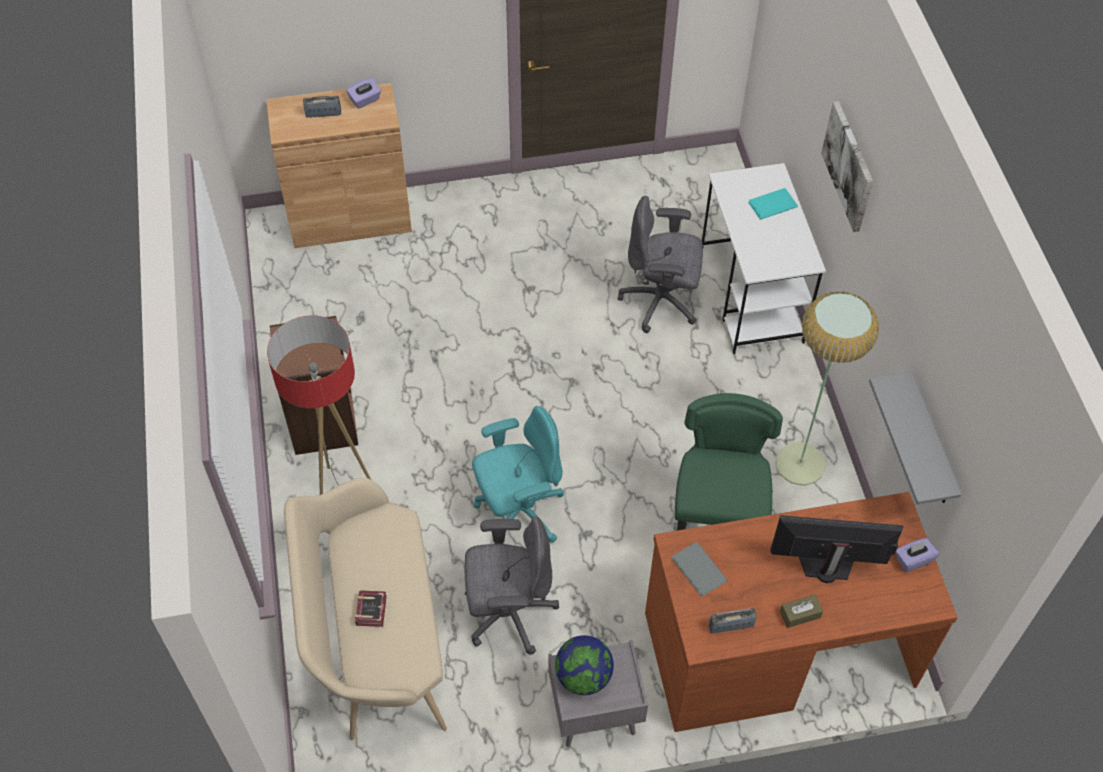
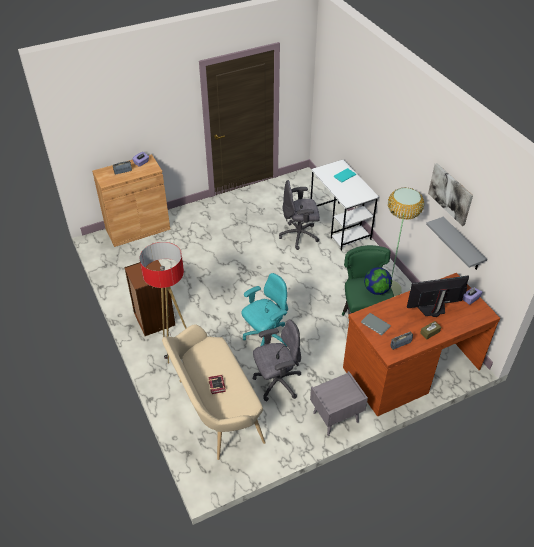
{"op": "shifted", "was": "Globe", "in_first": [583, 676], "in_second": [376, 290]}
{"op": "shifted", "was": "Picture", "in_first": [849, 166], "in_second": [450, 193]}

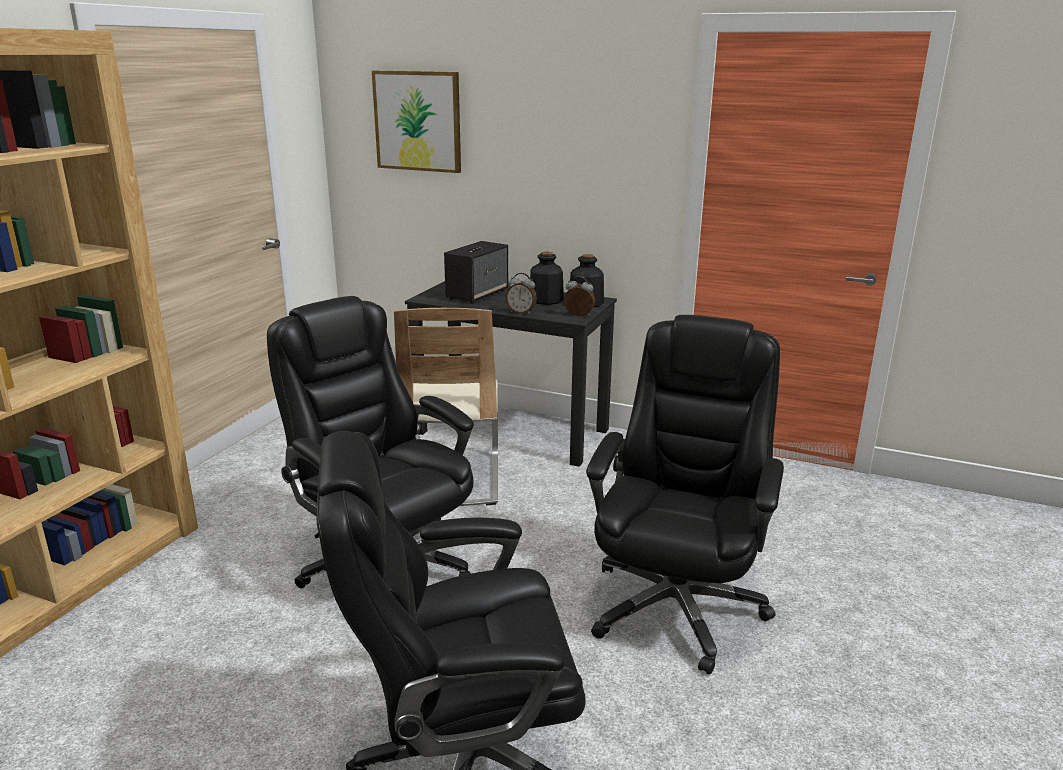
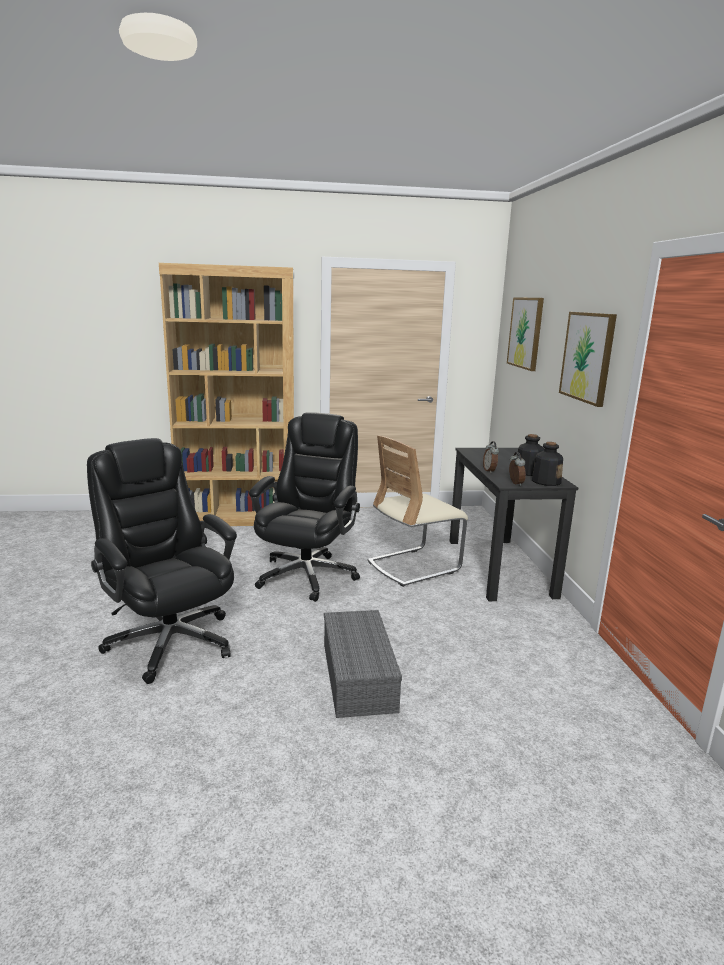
{"op": "gone", "was": "Speaker", "in_first": [477, 294]}
{"op": "swapped", "was": "BlackOfficeChair", "now": "GreyStorageBox", "in_first": [676, 605], "in_second": [360, 677]}
{"op": "new", "now": "Picture", "in_second": [587, 357]}

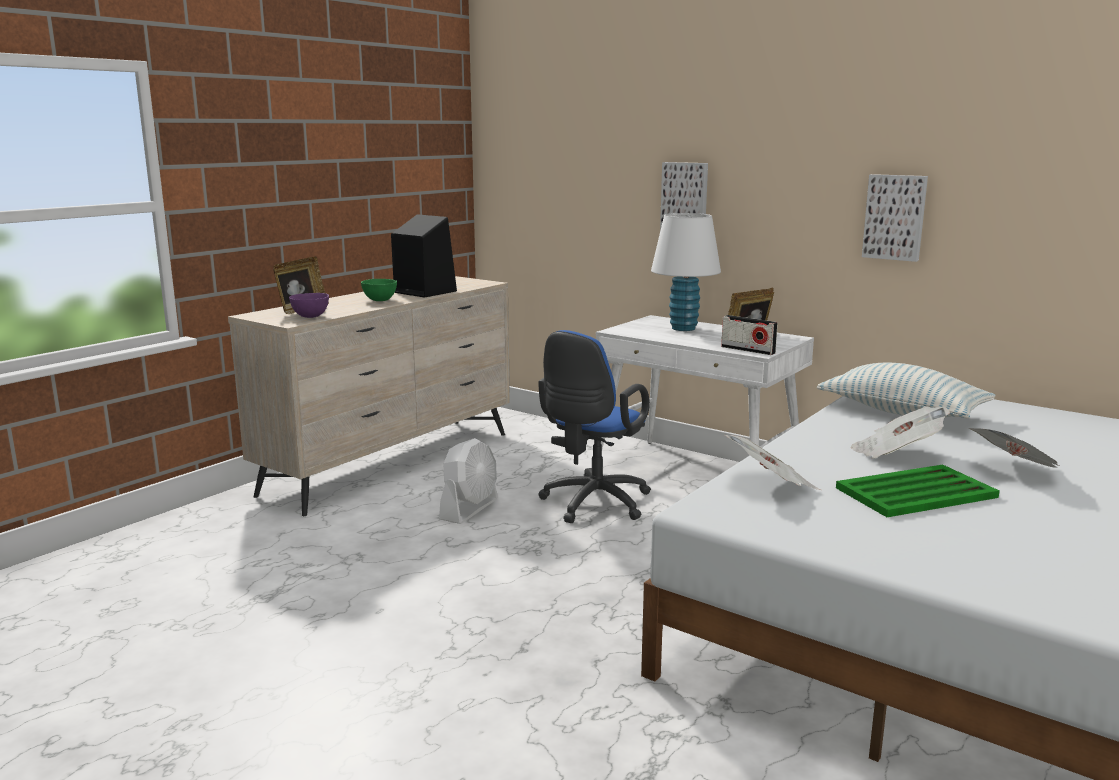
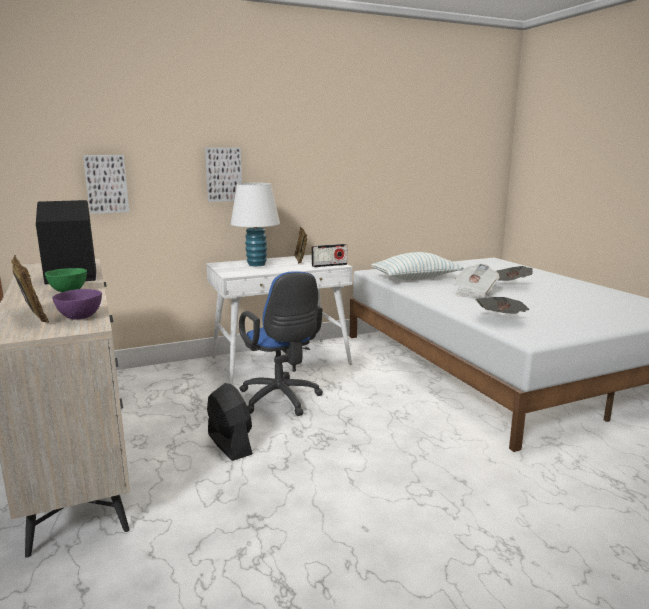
{"op": "repainted", "was": "WhiteFan", "now": "BlackFan", "in_first": [469, 509], "in_second": [229, 444]}
{"op": "gone", "was": "GreenTray", "in_first": [917, 492]}
{"op": "shifted", "was": "Picture", "in_first": [895, 217], "in_second": [106, 184]}

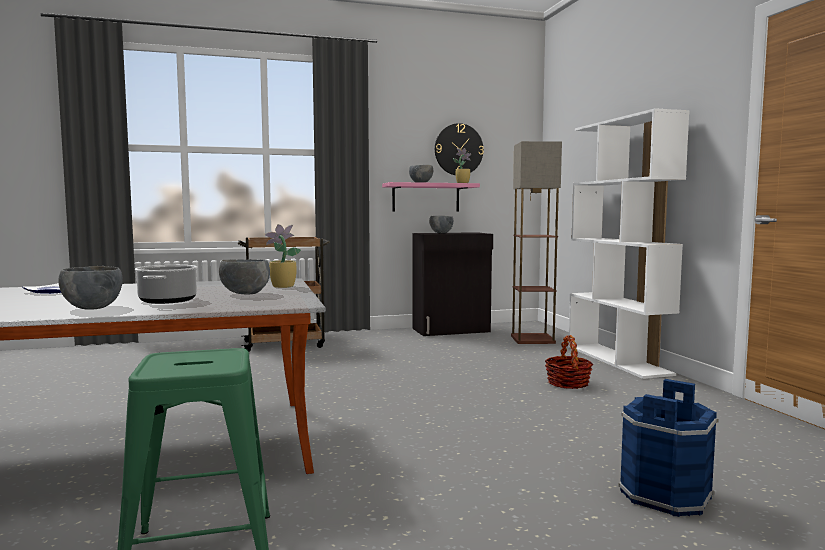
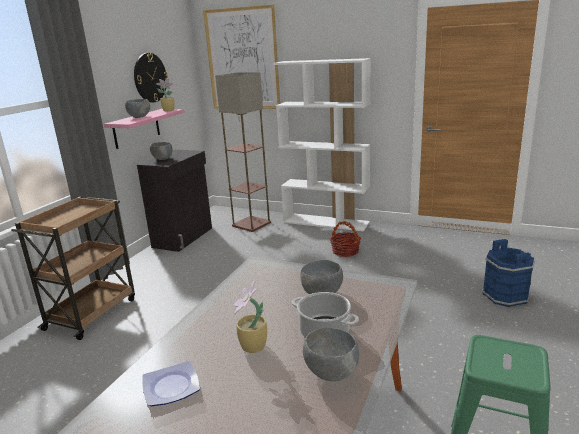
{"op": "shifted", "was": "PottedPlant", "in_first": [282, 286], "in_second": [253, 347]}
{"op": "new", "now": "Picture", "in_second": [242, 59]}

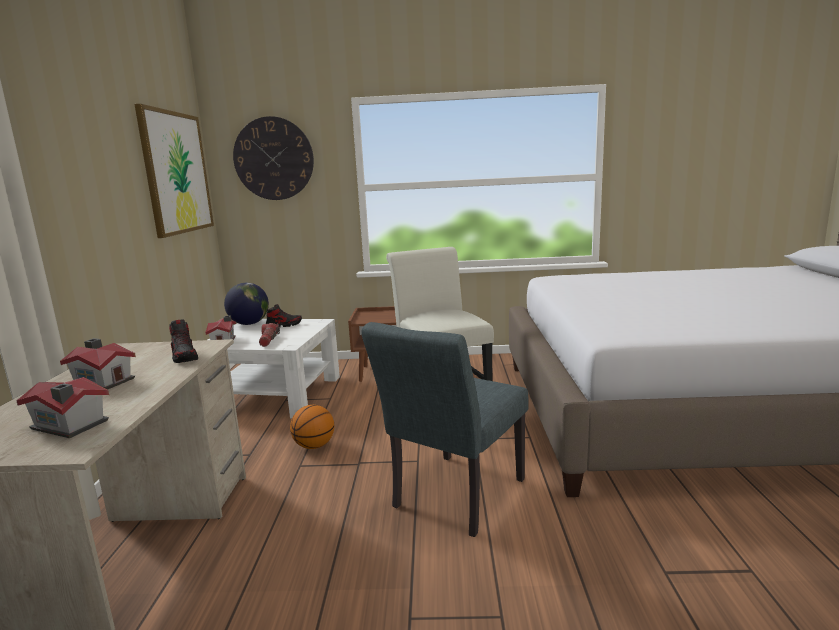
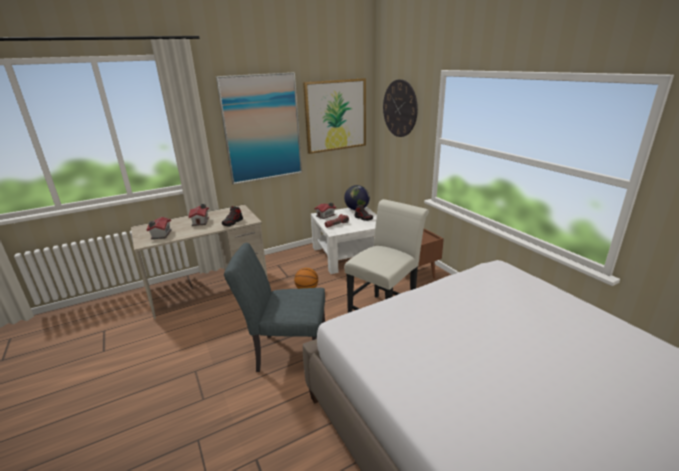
{"op": "new", "now": "Picture", "in_second": [262, 128]}

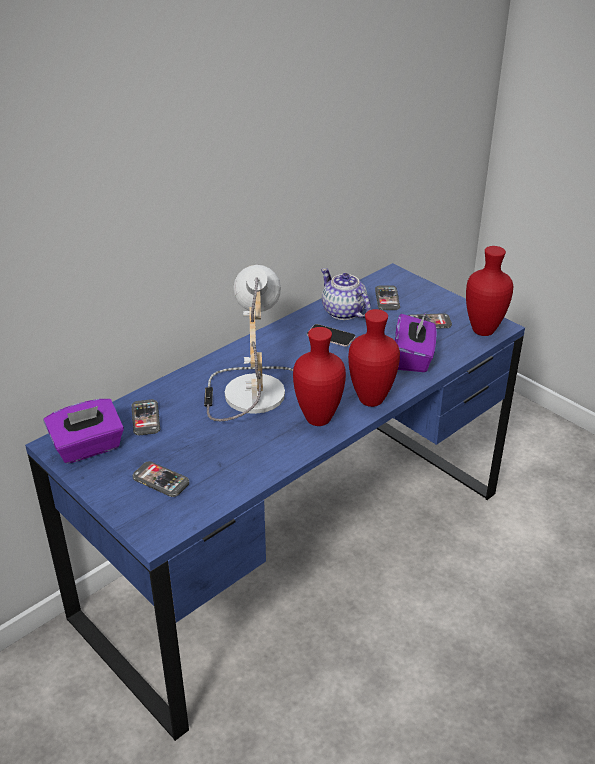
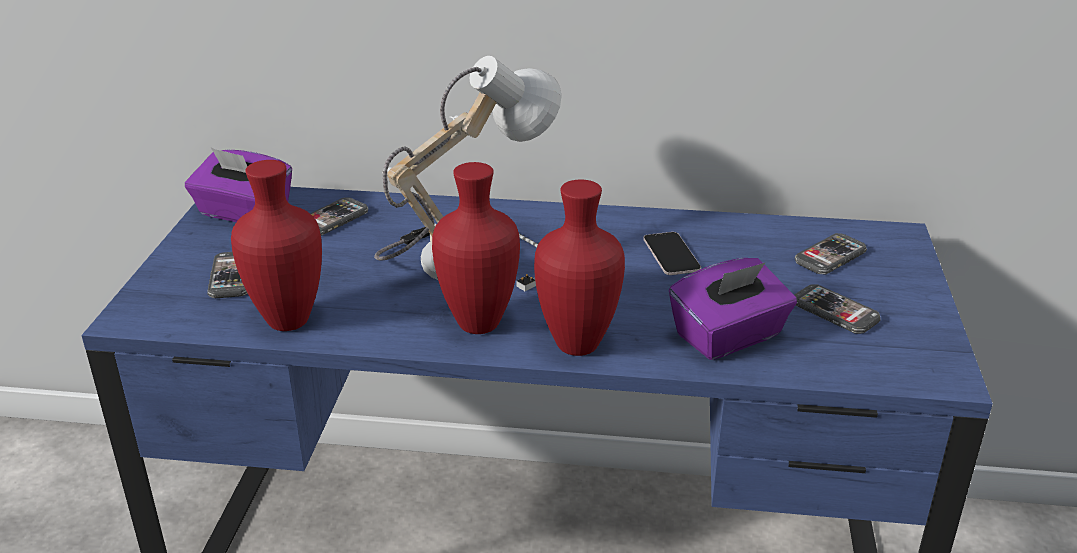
{"op": "gone", "was": "Teapot", "in_first": [343, 312]}
{"op": "shifted", "was": "RedVase", "in_first": [484, 331], "in_second": [288, 323]}

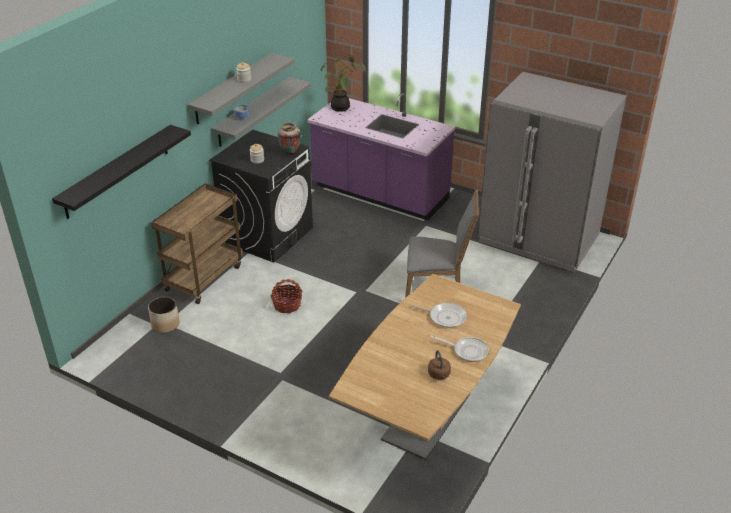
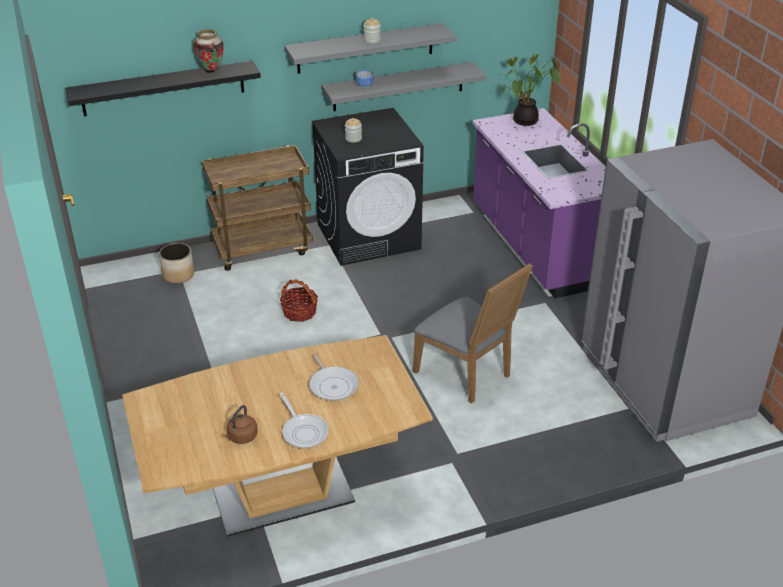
{"op": "shifted", "was": "Vase", "in_first": [290, 154], "in_second": [211, 72]}

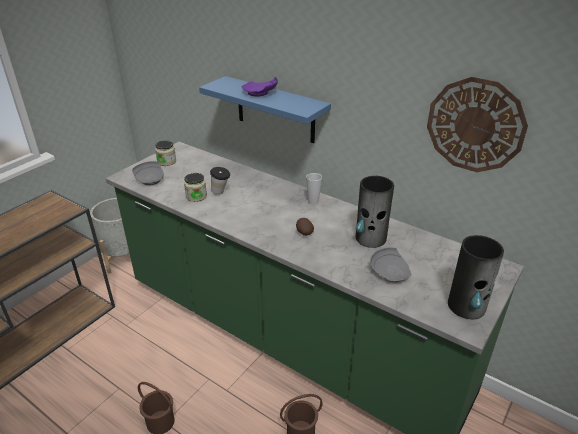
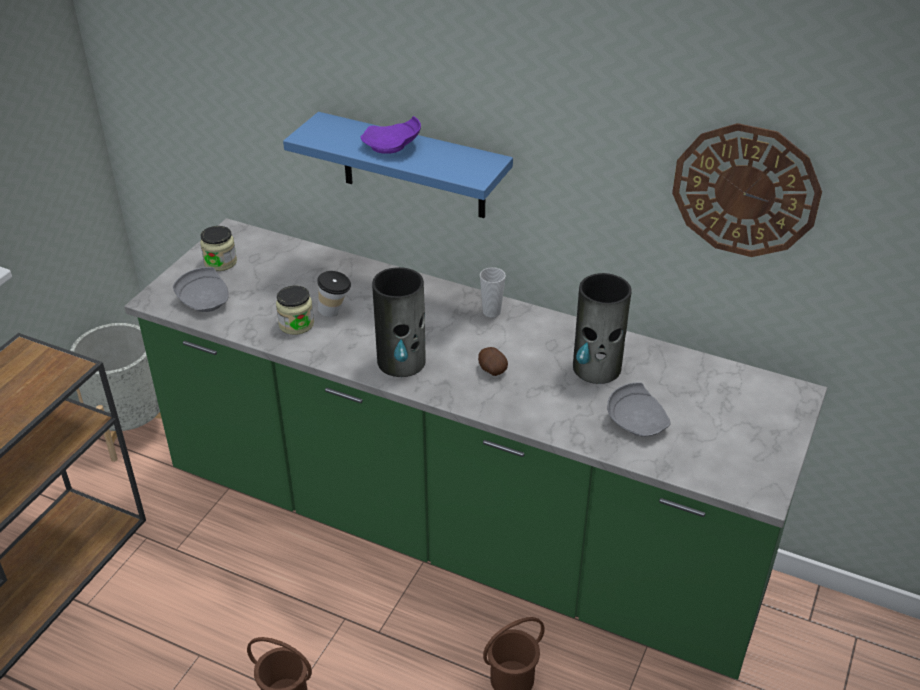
{"op": "shifted", "was": "Vase", "in_first": [467, 306], "in_second": [402, 361]}

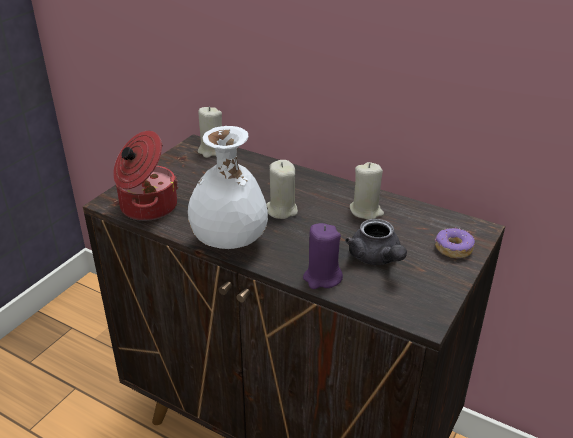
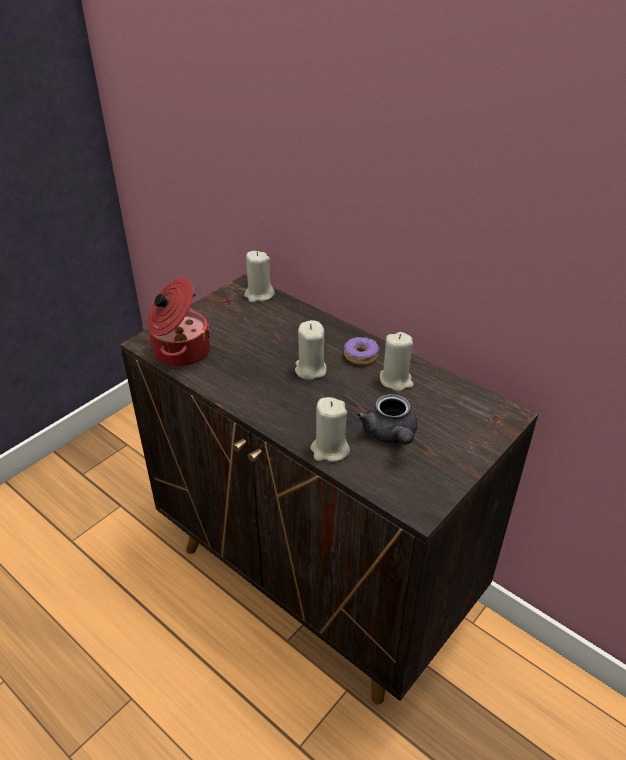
{"op": "gone", "was": "WhiteVase", "in_first": [229, 243]}
{"op": "repainted", "was": "PurpleCandle", "now": "BeigeCandle", "in_first": [322, 278], "in_second": [329, 450]}
{"op": "shifted", "was": "Donut", "in_first": [453, 248], "in_second": [360, 356]}

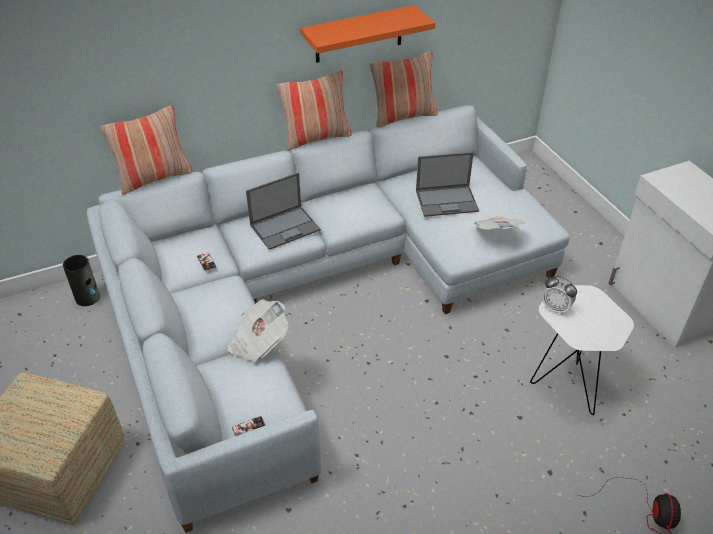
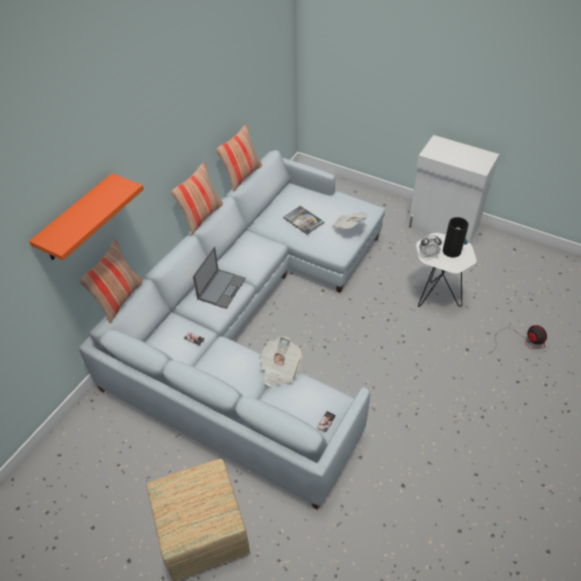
{"op": "shifted", "was": "Vase", "in_first": [88, 297], "in_second": [452, 250]}
{"op": "shifted", "was": "OrangeShelf", "in_first": [359, 34], "in_second": [77, 219]}
{"op": "swapped", "was": "Laptop", "now": "Book", "in_first": [447, 201], "in_second": [303, 220]}

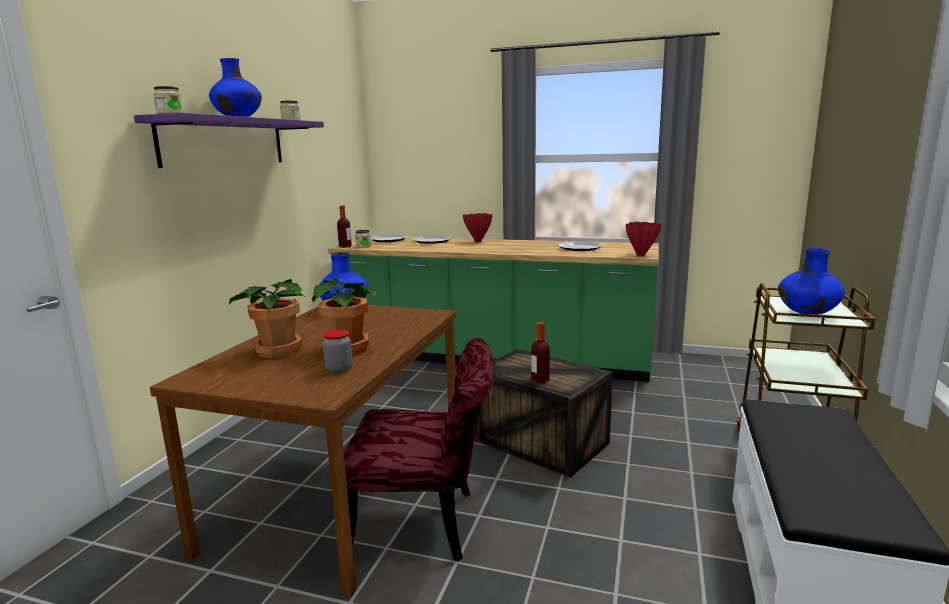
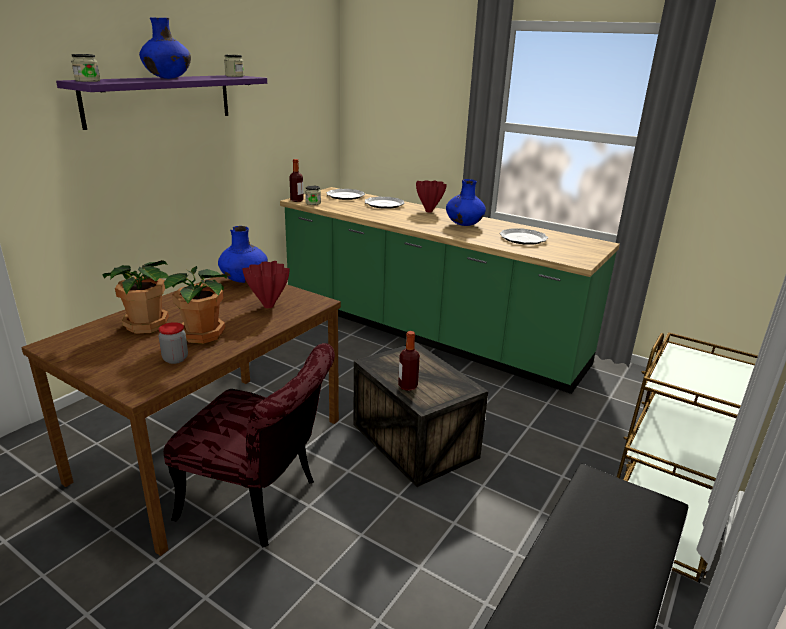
{"op": "shifted", "was": "RedVase", "in_first": [641, 255], "in_second": [268, 306]}
{"op": "shifted", "was": "BlueVase", "in_first": [806, 313], "in_second": [463, 225]}

